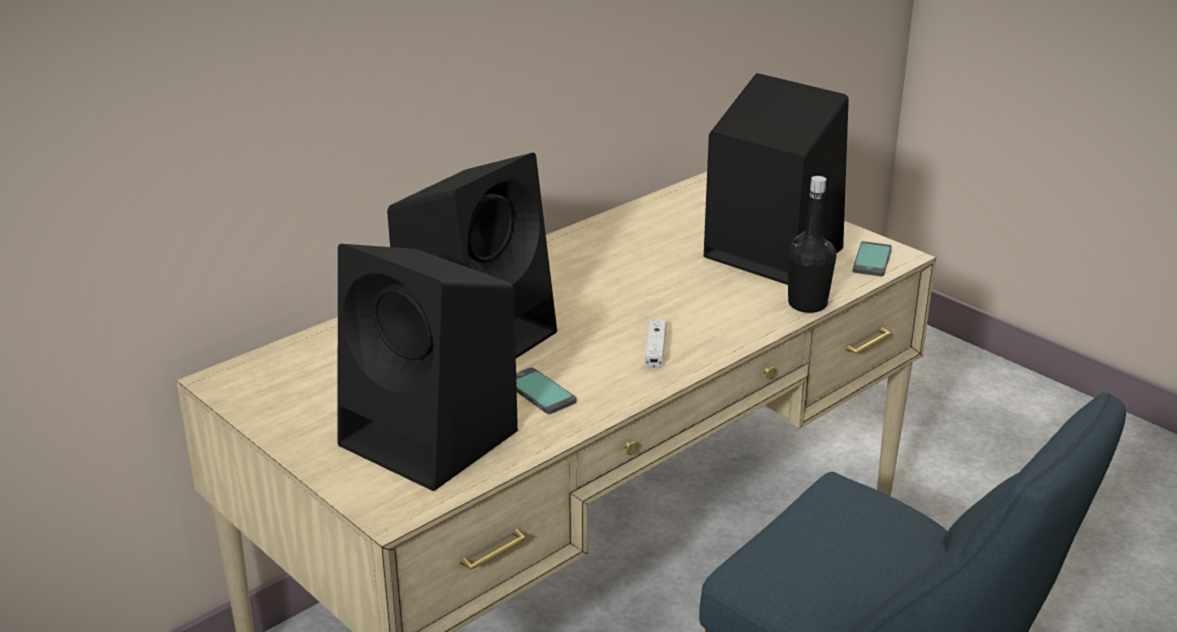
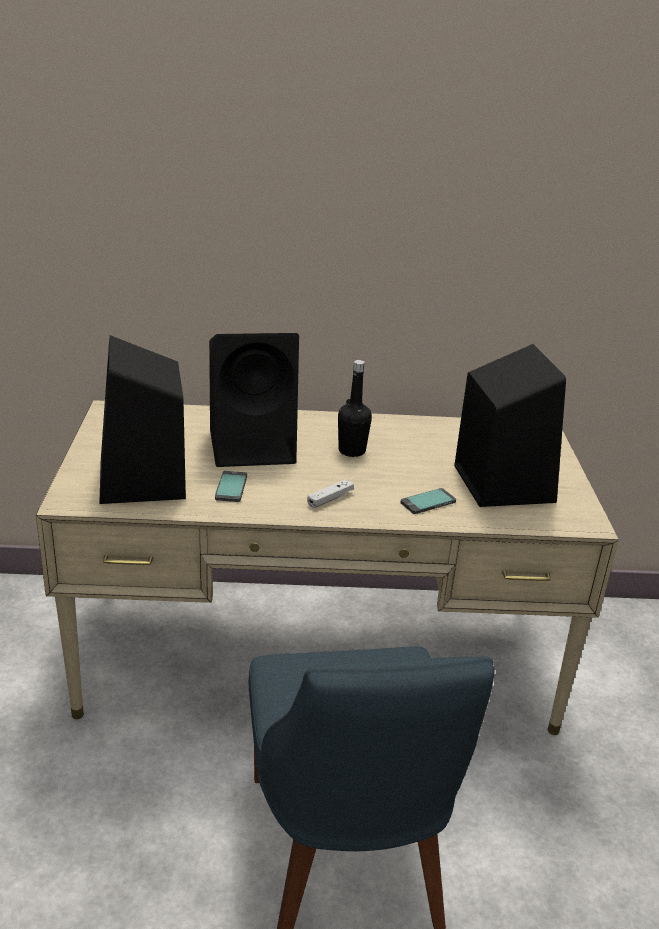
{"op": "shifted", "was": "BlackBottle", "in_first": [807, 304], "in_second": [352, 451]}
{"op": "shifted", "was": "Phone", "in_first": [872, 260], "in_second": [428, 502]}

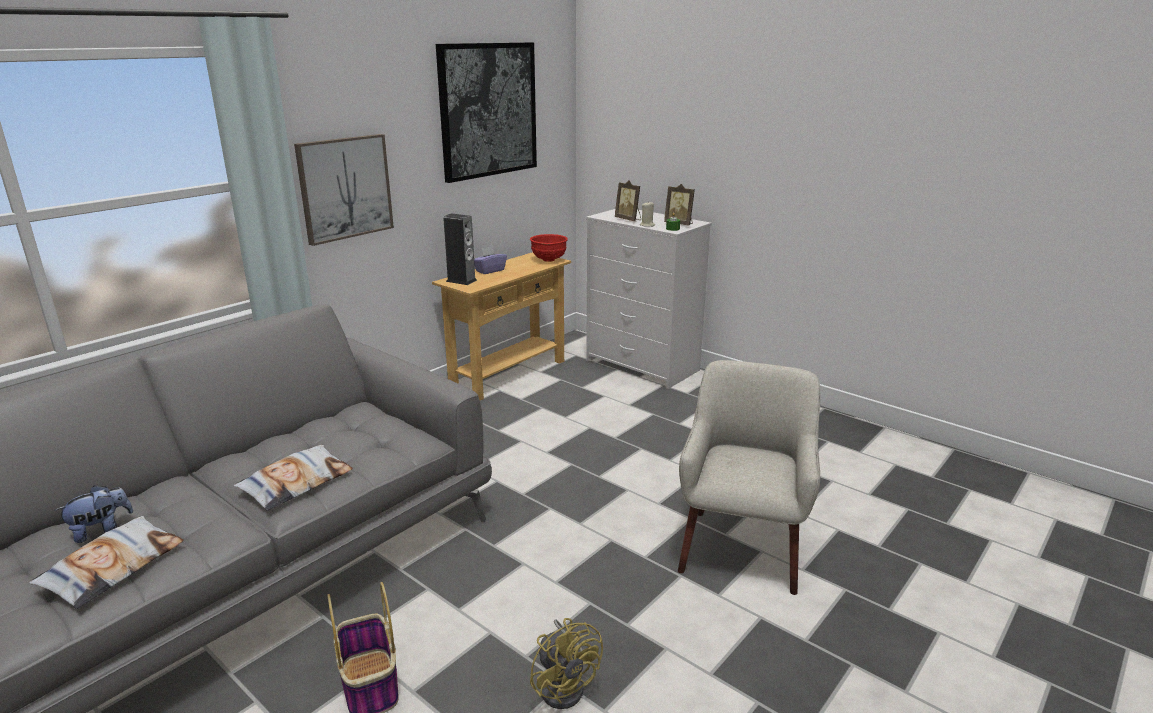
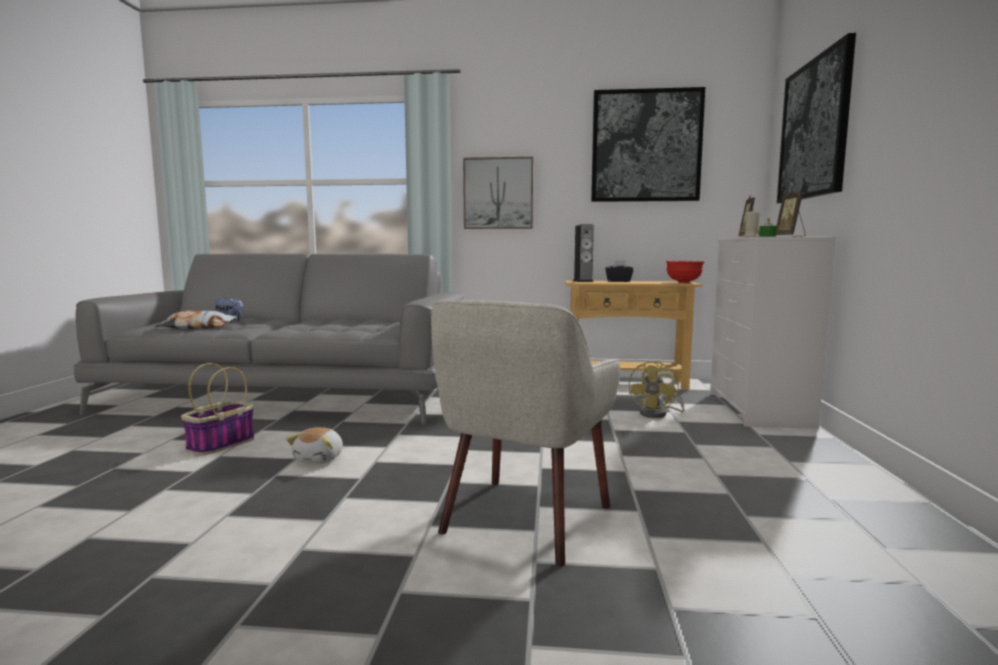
{"op": "gone", "was": "Pillow", "in_first": [296, 483]}
{"op": "repainted", "was": "PurpleTissueBox", "now": "BlackTissueBox", "in_first": [490, 270], "in_second": [619, 281]}
{"op": "shifted", "was": "YellowFan", "in_first": [565, 684], "in_second": [658, 414]}
{"op": "rotated", "was": "BeigeArmchair", "in_first": [741, 548], "in_second": [524, 519], "clockwise": 135}
{"op": "new", "now": "PlushToy", "in_second": [320, 458]}
{"op": "new", "now": "Picture", "in_second": [814, 129]}

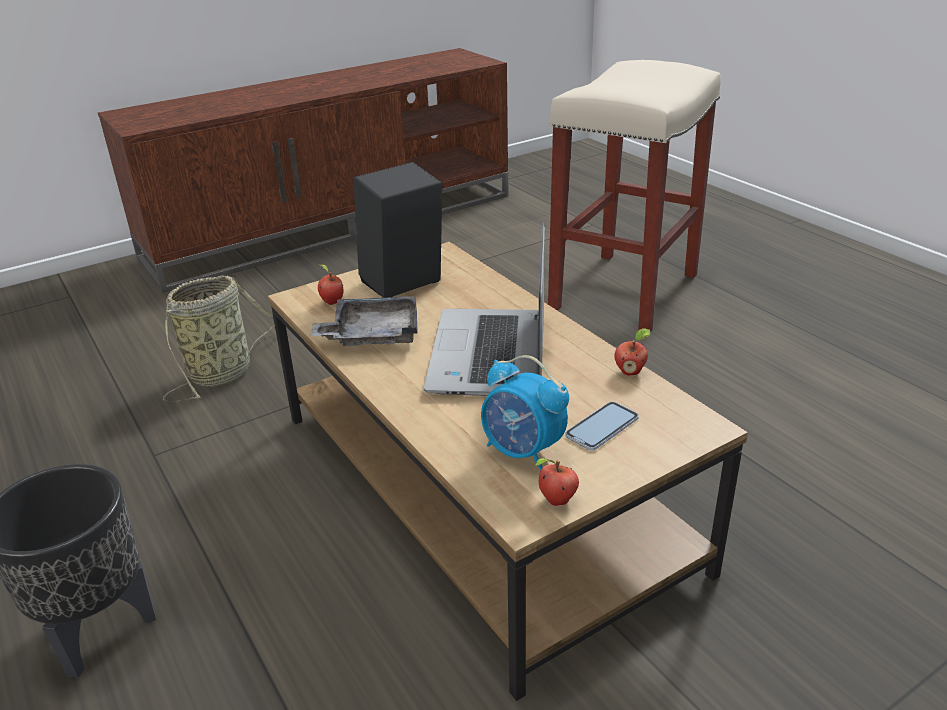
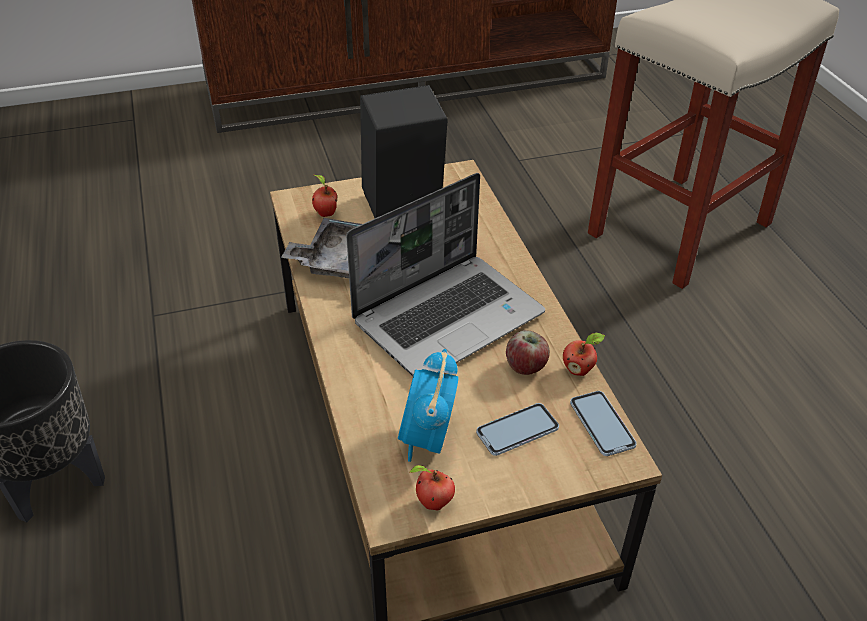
{"op": "gone", "was": "Basket", "in_first": [224, 372]}
{"op": "rotated", "was": "Laptop", "in_first": [491, 356], "in_second": [449, 316], "clockwise": -150}
{"op": "rotated", "was": "AlarmClock", "in_first": [523, 451], "in_second": [427, 439], "clockwise": 45}
{"op": "new", "now": "Apple", "in_second": [526, 366]}
{"op": "new", "now": "Phone", "in_second": [602, 424]}

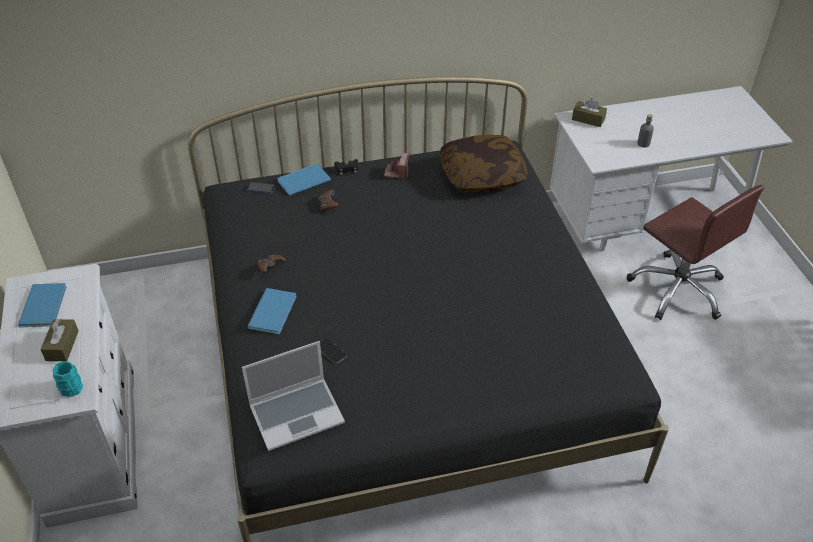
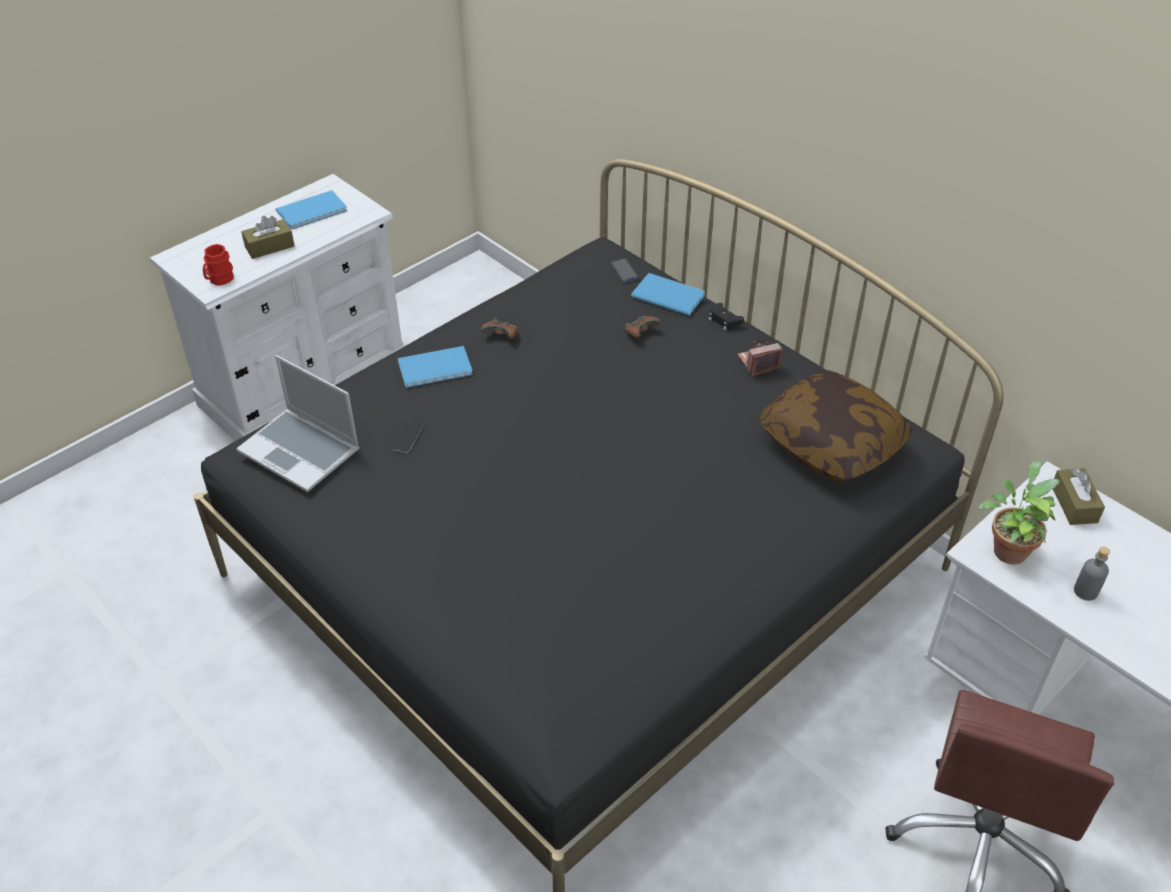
{"op": "repainted", "was": "TurquoiseMug", "now": "RedMug", "in_first": [72, 390], "in_second": [219, 279]}
{"op": "new", "now": "PottedPlant", "in_second": [1008, 548]}

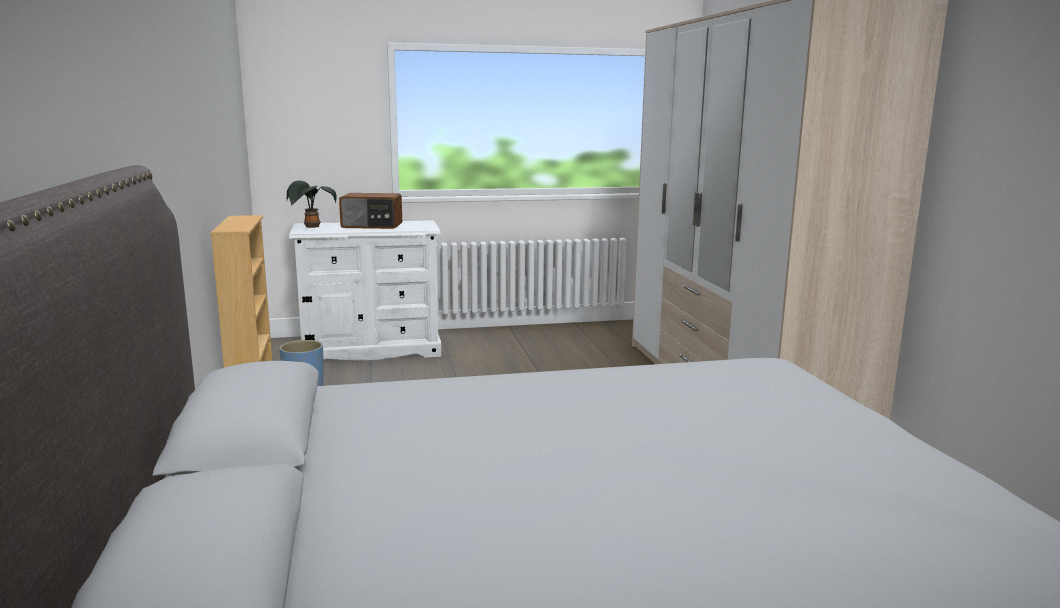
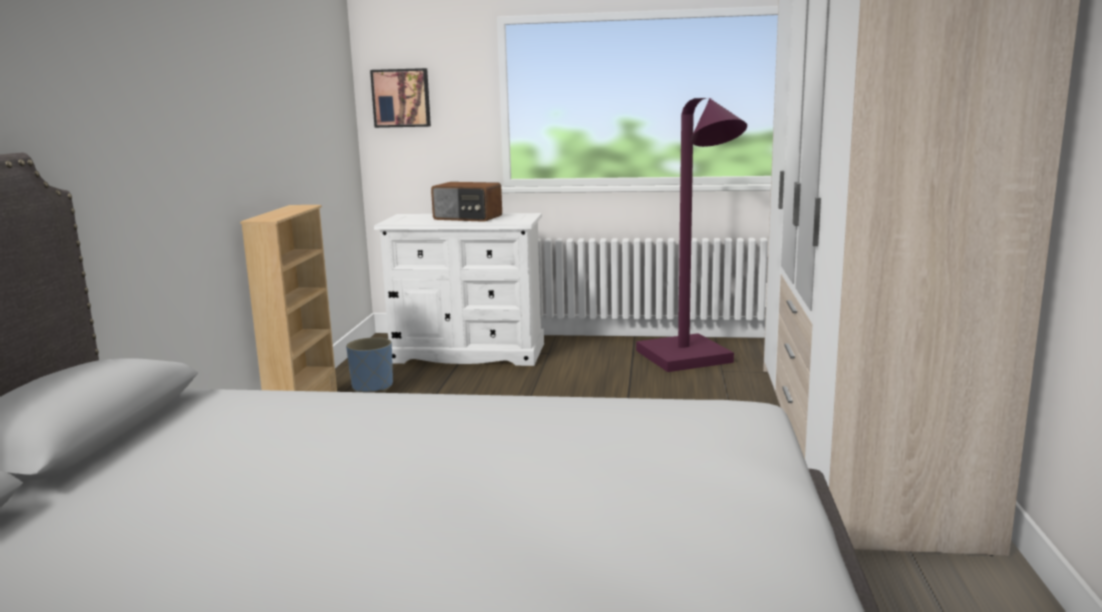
{"op": "gone", "was": "PottedPlant", "in_first": [311, 227]}
{"op": "new", "now": "Picture", "in_second": [401, 98]}
{"op": "new", "now": "PurpleFloorLamp", "in_second": [690, 361]}

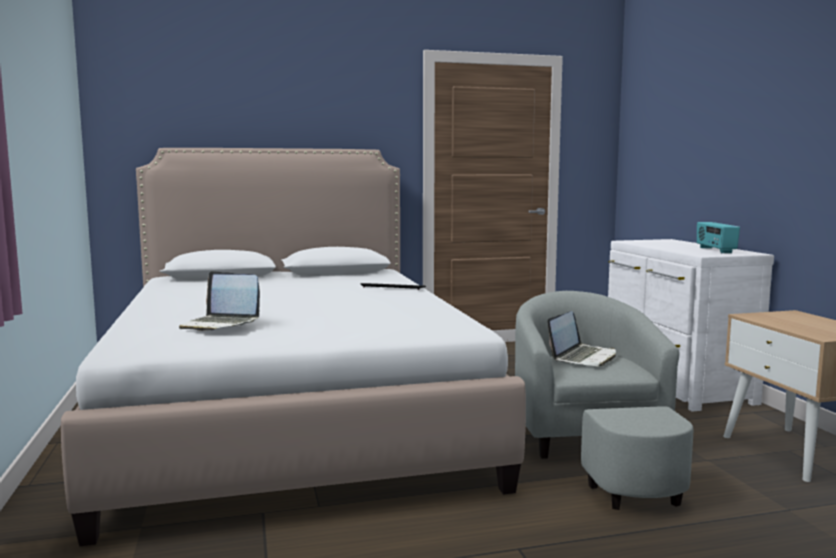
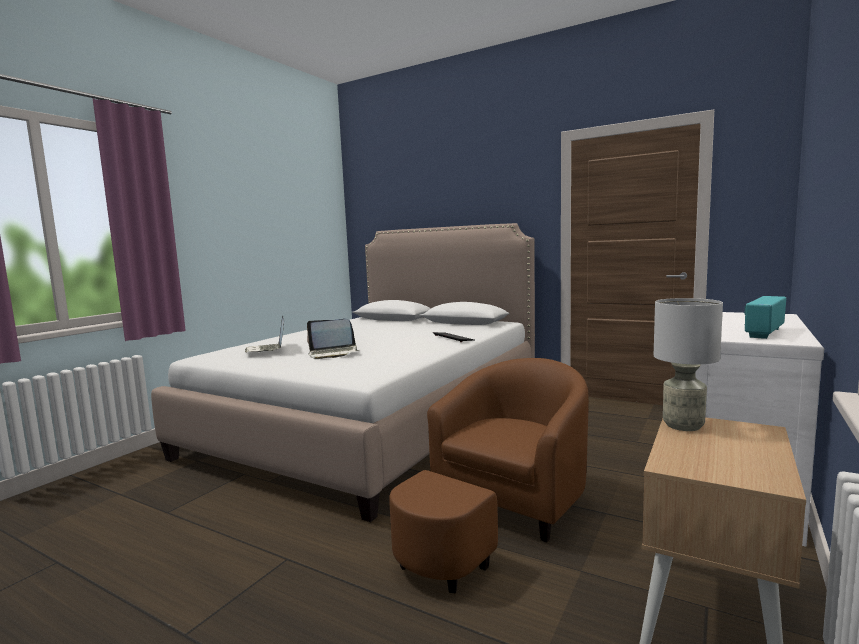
{"op": "repainted", "was": "GreyArmchair", "now": "BrownArmchair", "in_first": [594, 449], "in_second": [501, 516]}
{"op": "shifted", "was": "Laptop", "in_first": [583, 357], "in_second": [333, 353]}
{"op": "new", "now": "GreyTableLamp", "in_second": [684, 426]}

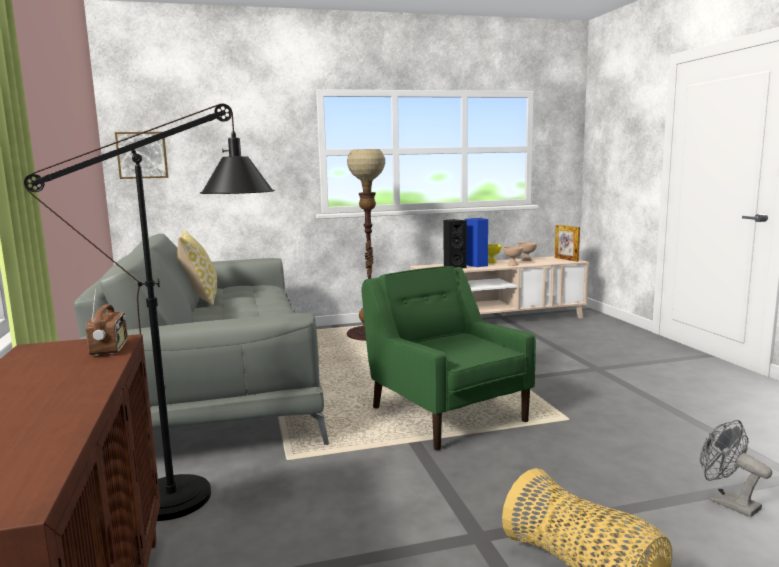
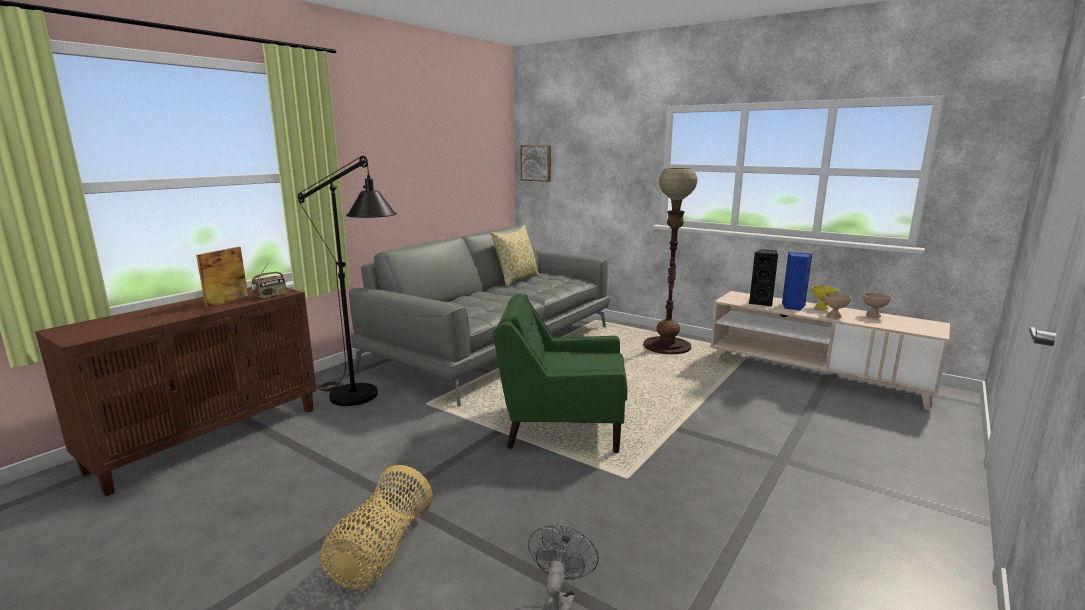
{"op": "rotated", "was": "GreenArmchair", "in_first": [446, 413], "in_second": [561, 425], "clockwise": -105}
{"op": "shifted", "was": "PictureFrame", "in_first": [566, 259], "in_second": [227, 301]}

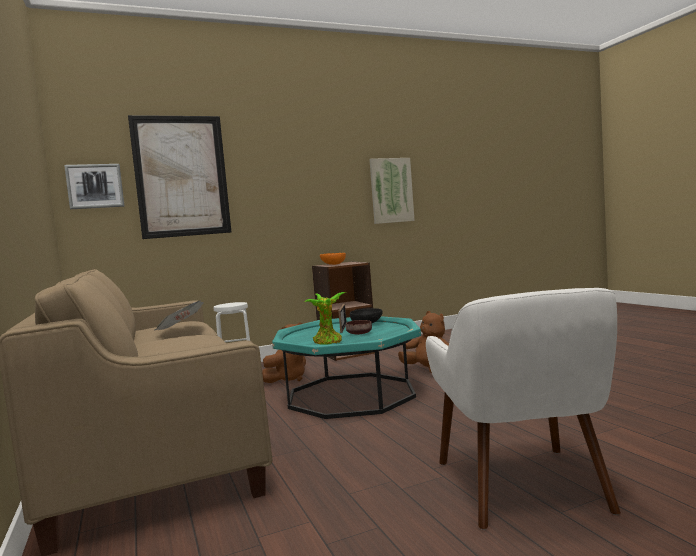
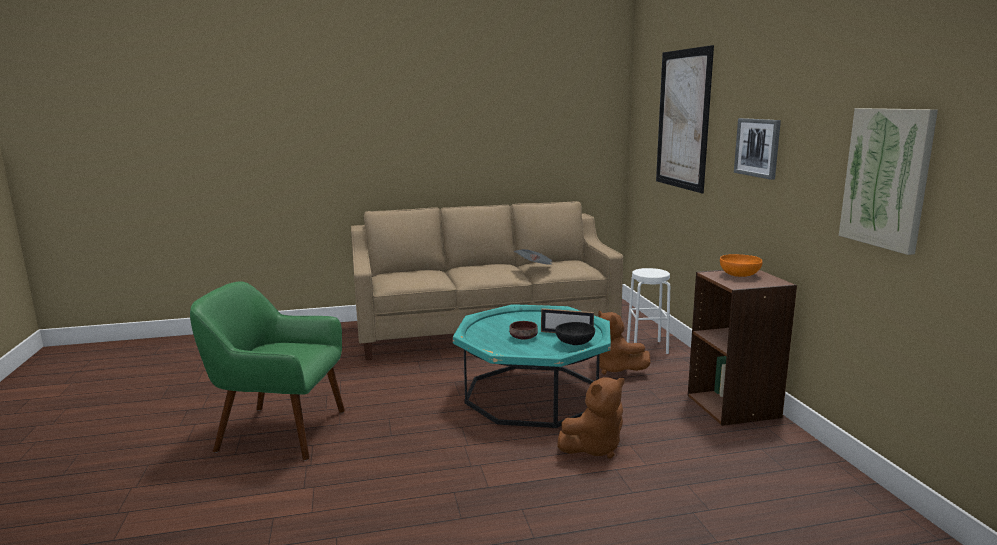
{"op": "shifted", "was": "Picture", "in_first": [95, 186], "in_second": [757, 147]}
{"op": "gone", "was": "PottedPlant", "in_first": [328, 342]}
{"op": "repainted", "was": "WhiteArmchair", "now": "GreenArmchair", "in_first": [522, 487], "in_second": [280, 431]}

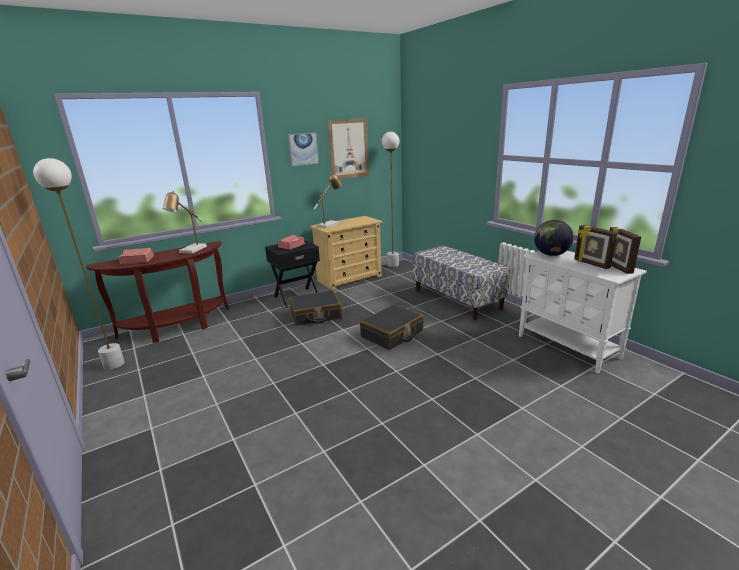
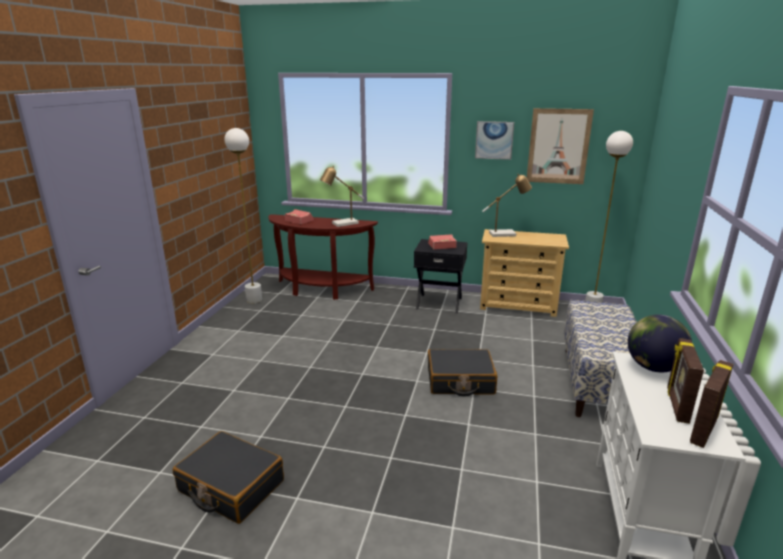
{"op": "shifted", "was": "BlackSuitcase", "in_first": [316, 315], "in_second": [230, 486]}

